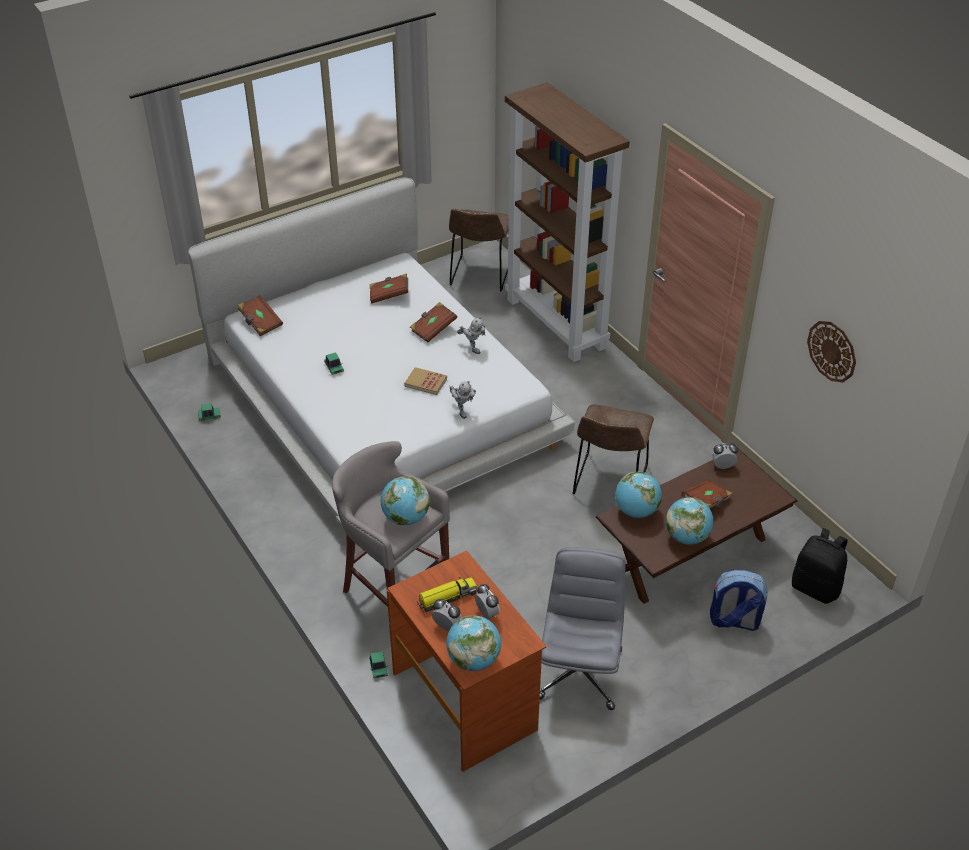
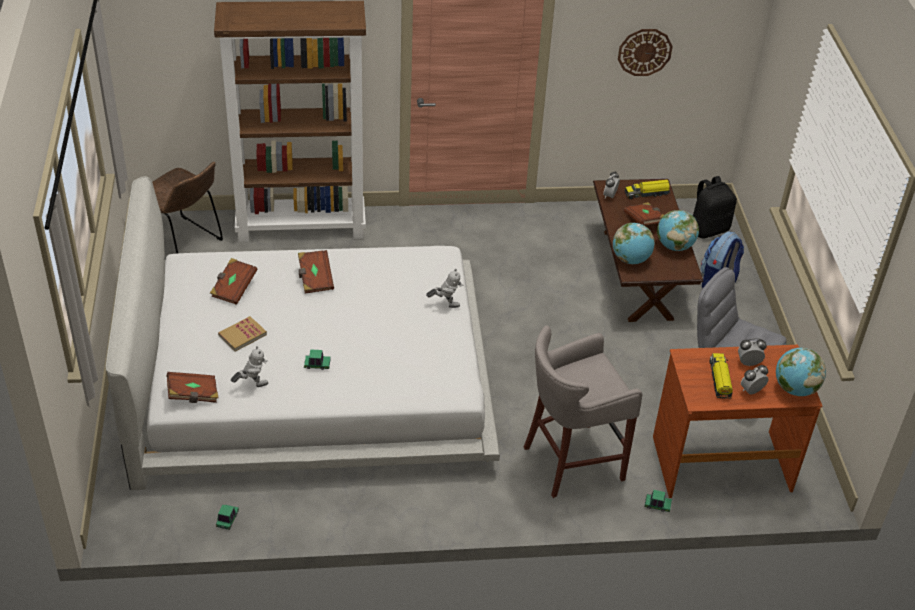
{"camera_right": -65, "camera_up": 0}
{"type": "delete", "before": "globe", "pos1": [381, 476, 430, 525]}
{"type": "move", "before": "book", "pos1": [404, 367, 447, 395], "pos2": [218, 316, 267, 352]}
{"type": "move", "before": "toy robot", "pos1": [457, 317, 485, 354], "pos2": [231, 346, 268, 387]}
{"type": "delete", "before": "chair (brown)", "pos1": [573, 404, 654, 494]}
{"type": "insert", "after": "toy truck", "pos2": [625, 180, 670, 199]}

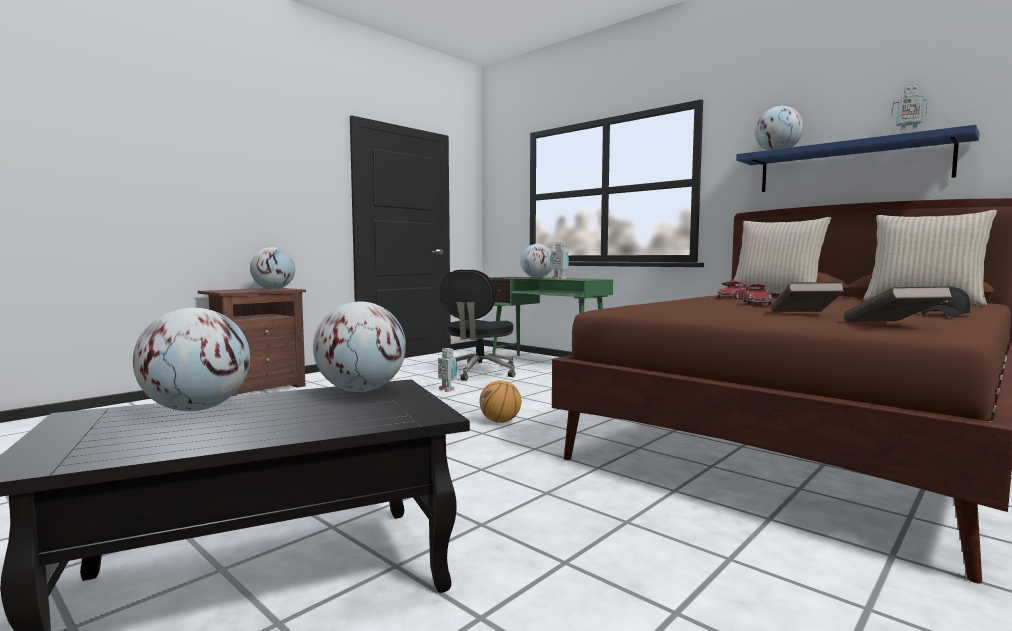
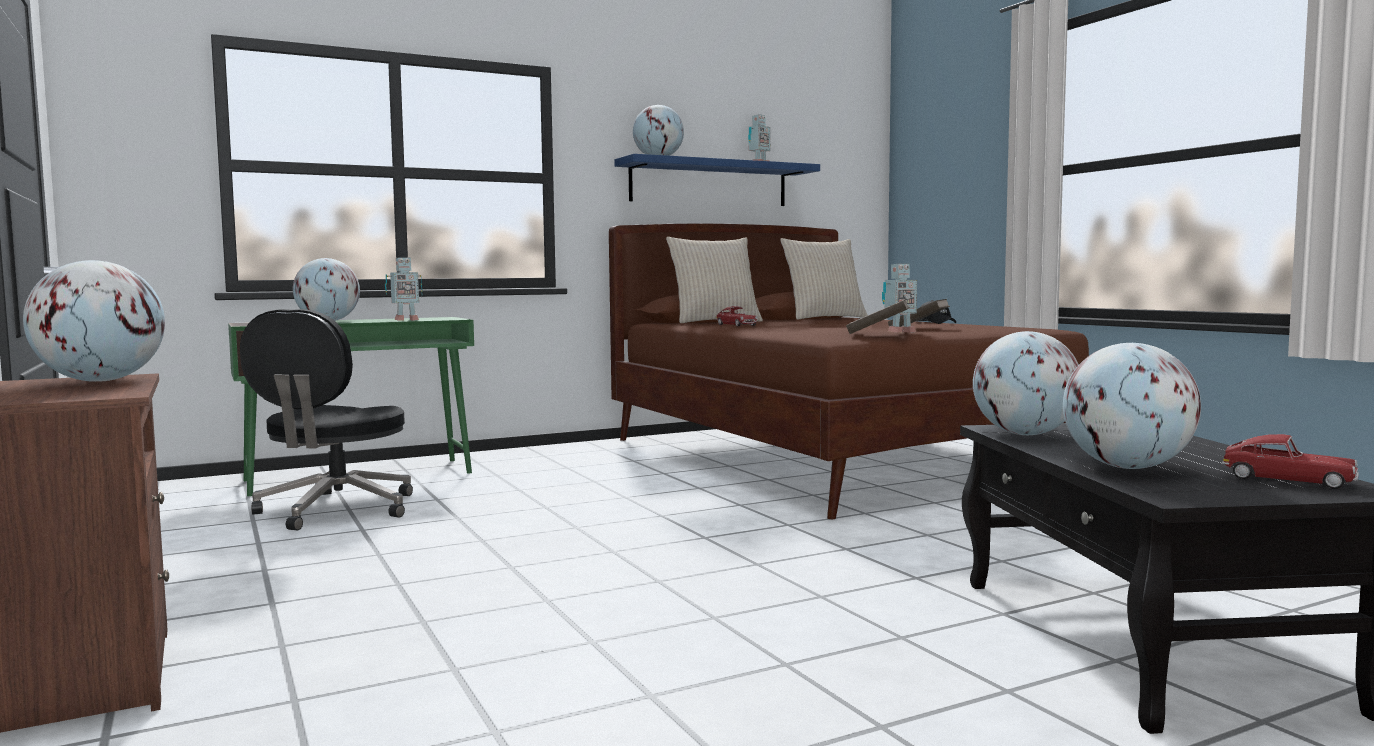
{"camera_right": -70, "camera_up": 0}
{"type": "move", "before": "toy robot", "pos1": [438, 348, 457, 392], "pos2": [882, 264, 917, 333]}
{"type": "rotate", "before": "office chair (black)", "pos1": [440, 270, 515, 381], "pos2": [240, 309, 413, 530], "turn": 60}
{"type": "delete", "before": "basketball", "pos1": [479, 380, 521, 423]}
{"type": "move", "before": "toy car", "pos1": [743, 283, 772, 305], "pos2": [1222, 434, 1359, 489]}
{"type": "move", "before": "book (brown)", "pos1": [844, 286, 954, 322], "pos2": [846, 299, 910, 334]}

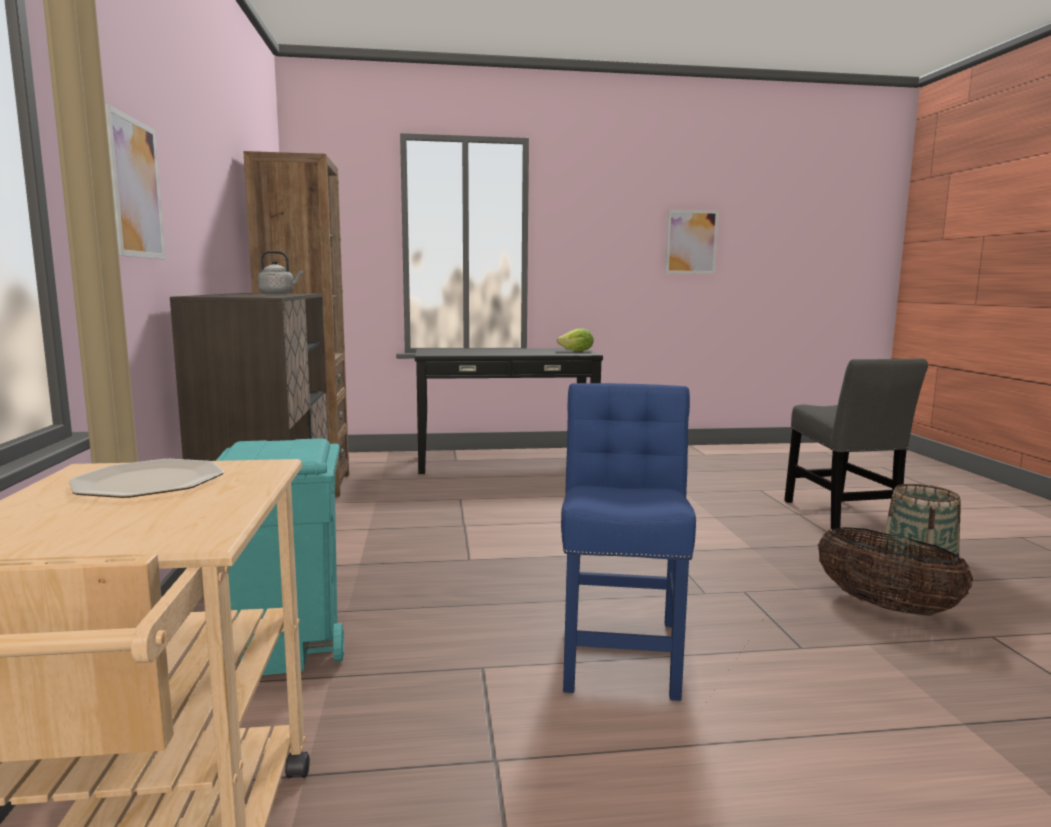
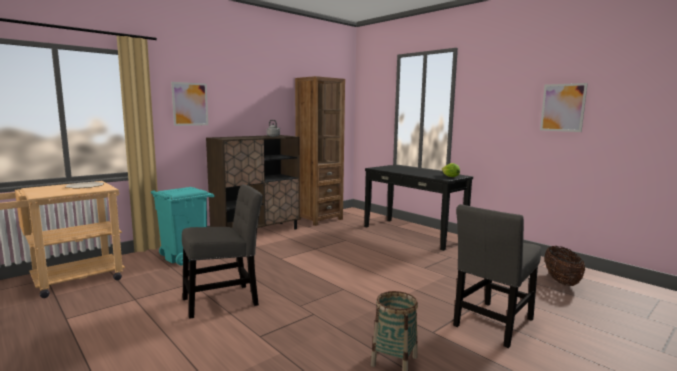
{"camera_right": 55, "camera_up": 0}
{"type": "recolor", "before": "chair (blue)", "after": "chair (grey)", "pos1": [561, 383, 696, 701], "pos2": [182, 184, 263, 319]}
{"type": "move", "before": "basket", "pos1": [818, 527, 973, 616], "pos2": [545, 246, 585, 286]}

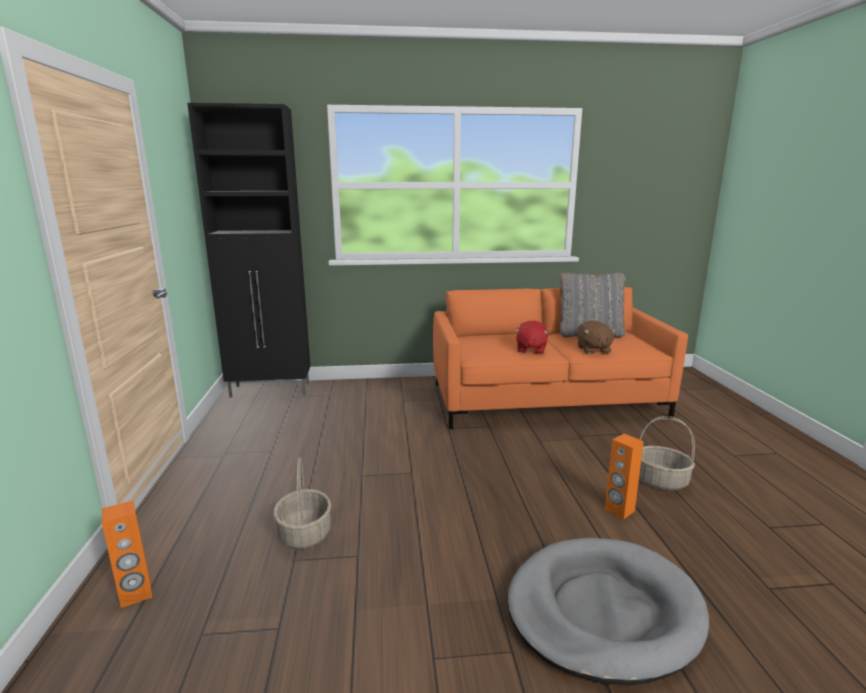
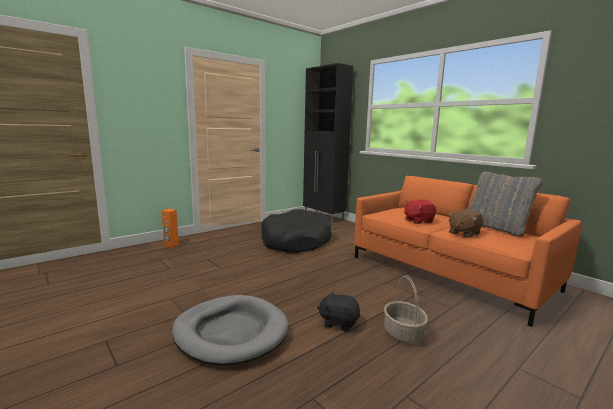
{"camera_right": 55, "camera_up": -5}
{"type": "delete", "before": "basket", "pos1": [273, 457, 331, 549]}
{"type": "replace", "before": "speaker (orange)", "after": "plush toy (black)", "pos1": [604, 434, 644, 519], "pos2": [317, 292, 360, 331]}
{"type": "insert", "after": "dog bed (black)", "pos2": [261, 209, 332, 253]}

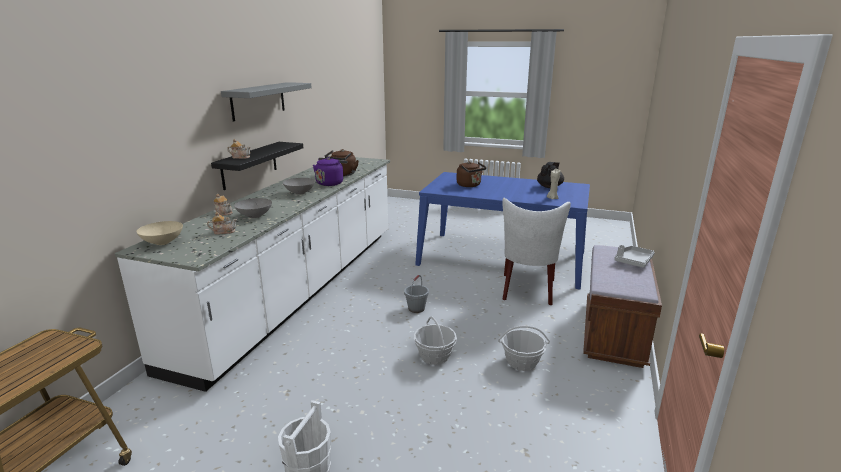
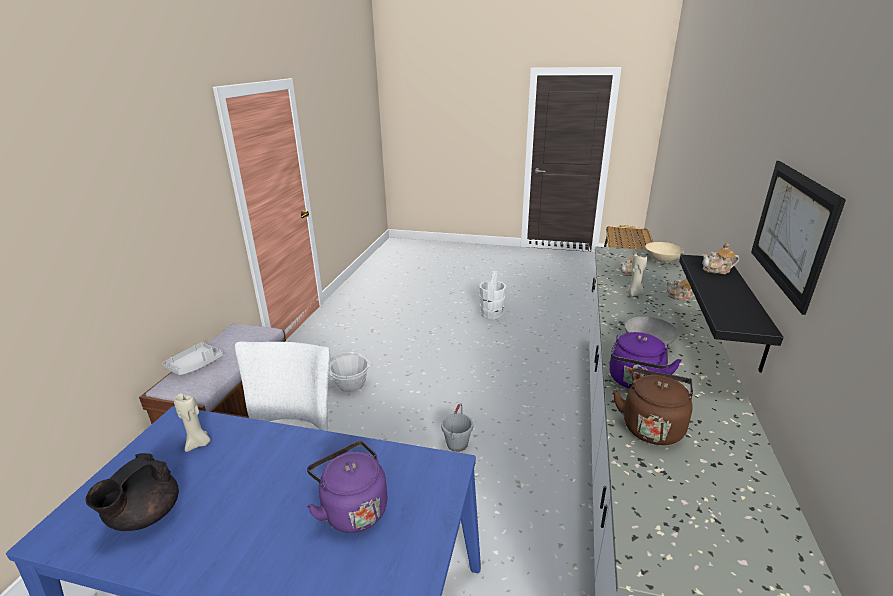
{"camera_right": 175, "camera_up": 5}
{"type": "replace", "before": "shelf (grey)", "after": "picture", "pos1": [221, 82, 312, 122], "pos2": [751, 161, 846, 315]}
{"type": "replace", "before": "bowl (grey)", "after": "candle (beige)", "pos1": [234, 198, 272, 218], "pos2": [626, 254, 647, 296]}
{"type": "delete", "before": "basket", "pos1": [414, 316, 457, 365]}
{"type": "recolor", "before": "kettle (brown)", "after": "kettle (purple)", "pos1": [456, 162, 486, 187], "pos2": [307, 441, 388, 533]}

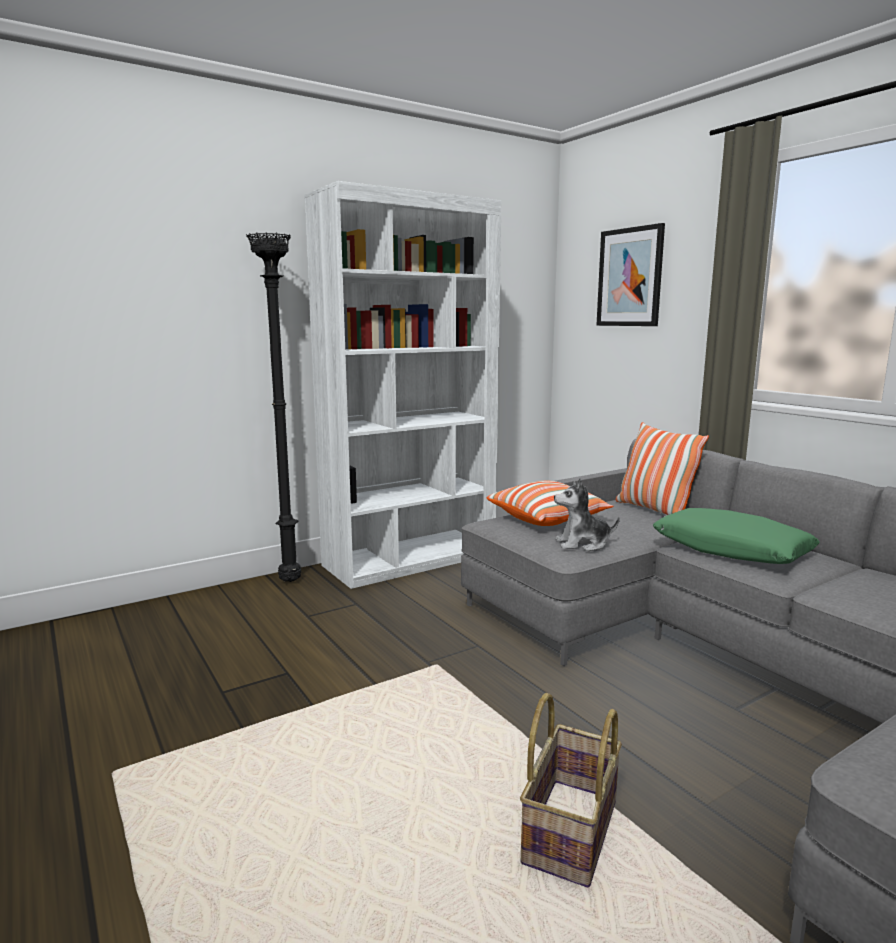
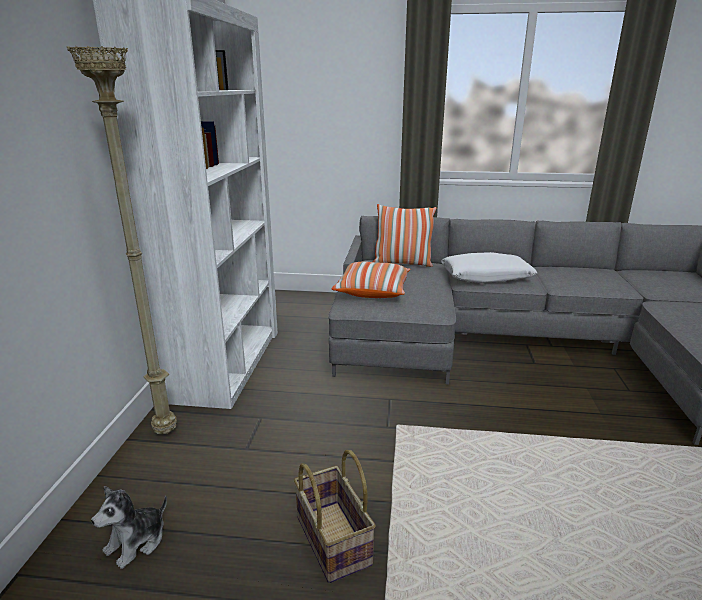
{"camera_right": -50, "camera_up": 10}
{"type": "recolor", "before": "floor lamp (black)", "after": "floor lamp (beige)", "pos1": [246, 232, 302, 582], "pos2": [66, 46, 177, 434]}
{"type": "move", "before": "basket", "pos1": [520, 693, 622, 887], "pos2": [294, 450, 376, 583]}
{"type": "move", "before": "plush toy", "pos1": [554, 478, 620, 551], "pos2": [91, 486, 167, 569]}
{"type": "delete", "before": "picture", "pos1": [596, 223, 665, 326]}
{"type": "recolor", "before": "pillow (green)", "after": "pillow (white)", "pos1": [653, 508, 820, 564], "pos2": [441, 252, 537, 283]}

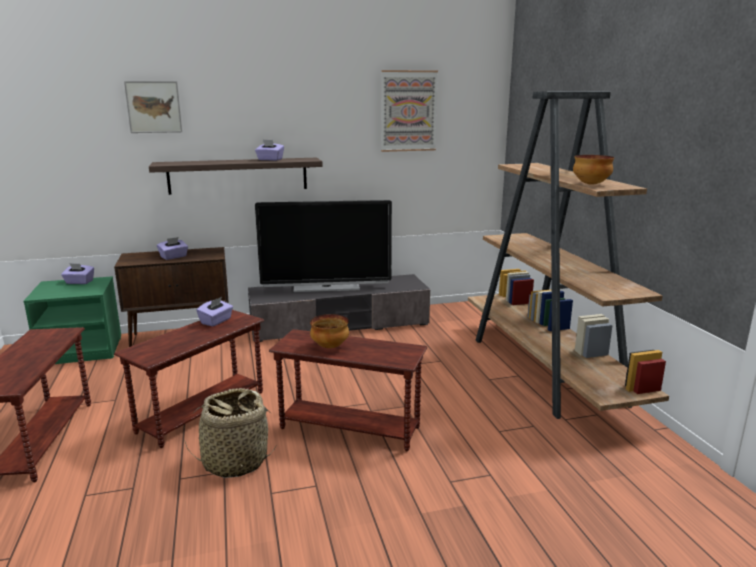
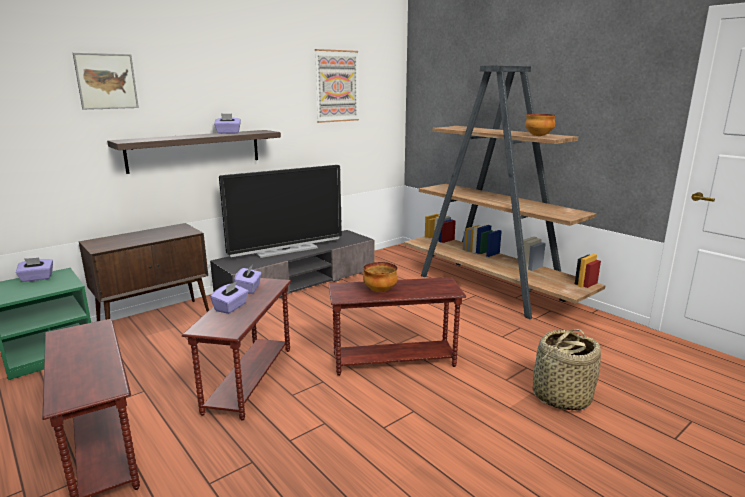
{"camera_right": -25, "camera_up": 0}
{"type": "move", "before": "tissue box (purple)", "pos1": [157, 237, 188, 260], "pos2": [210, 281, 249, 314]}
{"type": "move", "before": "basket", "pos1": [184, 388, 276, 478], "pos2": [532, 329, 601, 410]}

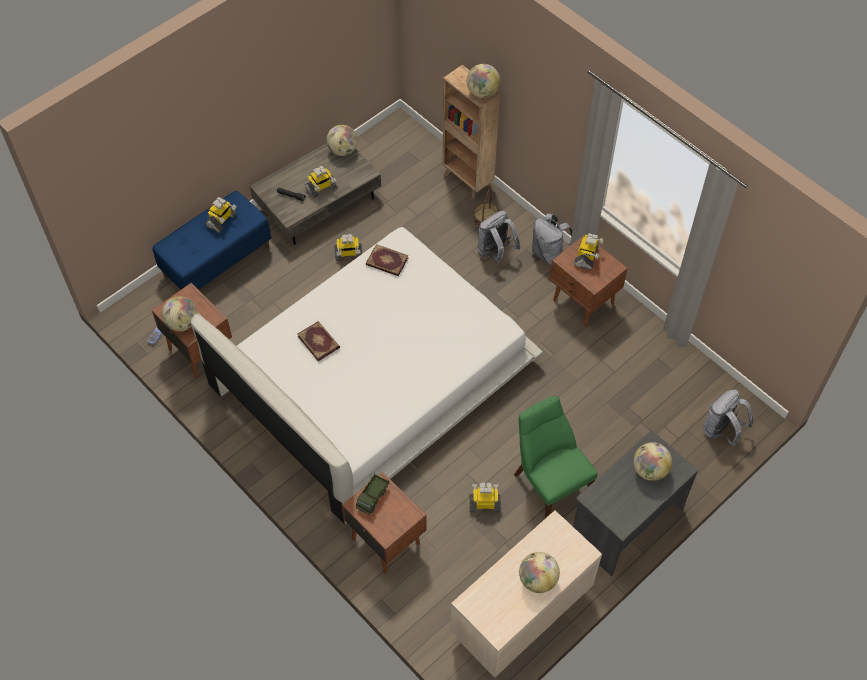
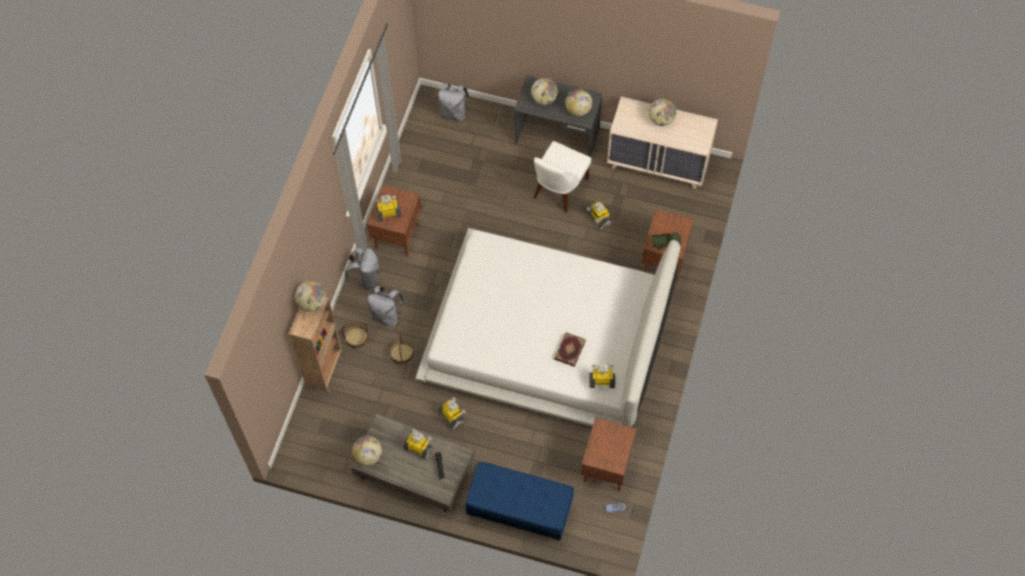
{"camera_right": -120, "camera_up": 5}
{"type": "move", "before": "globe", "pos1": [162, 296, 197, 331], "pos2": [565, 89, 592, 116]}
{"type": "move", "before": "toy robot", "pos1": [205, 197, 237, 233], "pos2": [589, 364, 615, 388]}
{"type": "delete", "before": "book", "pos1": [366, 244, 409, 276]}
{"type": "recolor", "before": "chair (green)", "after": "chair (white)", "pos1": [514, 396, 598, 518], "pos2": [534, 141, 591, 213]}
{"type": "insert", "after": "basket", "pos2": [389, 331, 414, 365]}

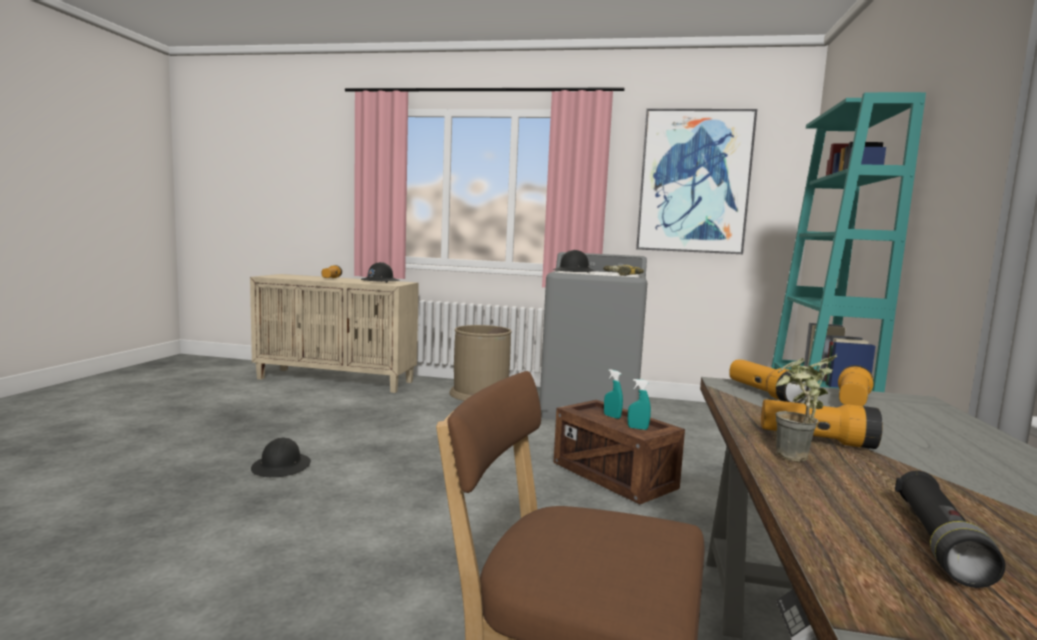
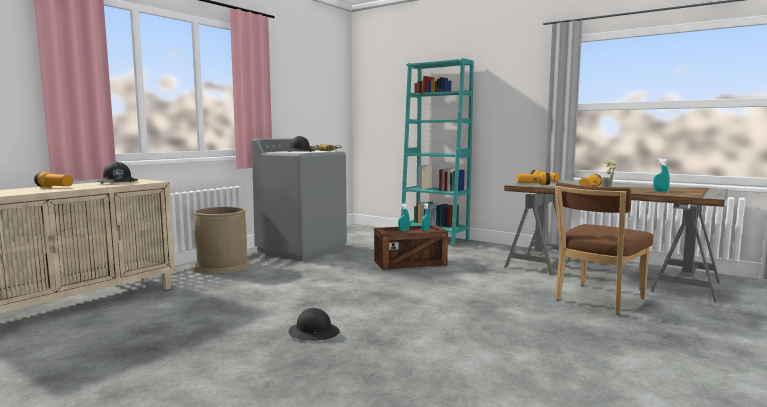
{"camera_right": -65, "camera_up": 0}
{"type": "delete", "before": "picture", "pos1": [636, 109, 757, 254]}
{"type": "replace", "before": "flashlight (black)", "after": "spray bottle (turquoise)", "pos1": [895, 471, 1006, 588], "pos2": [653, 158, 670, 192]}

